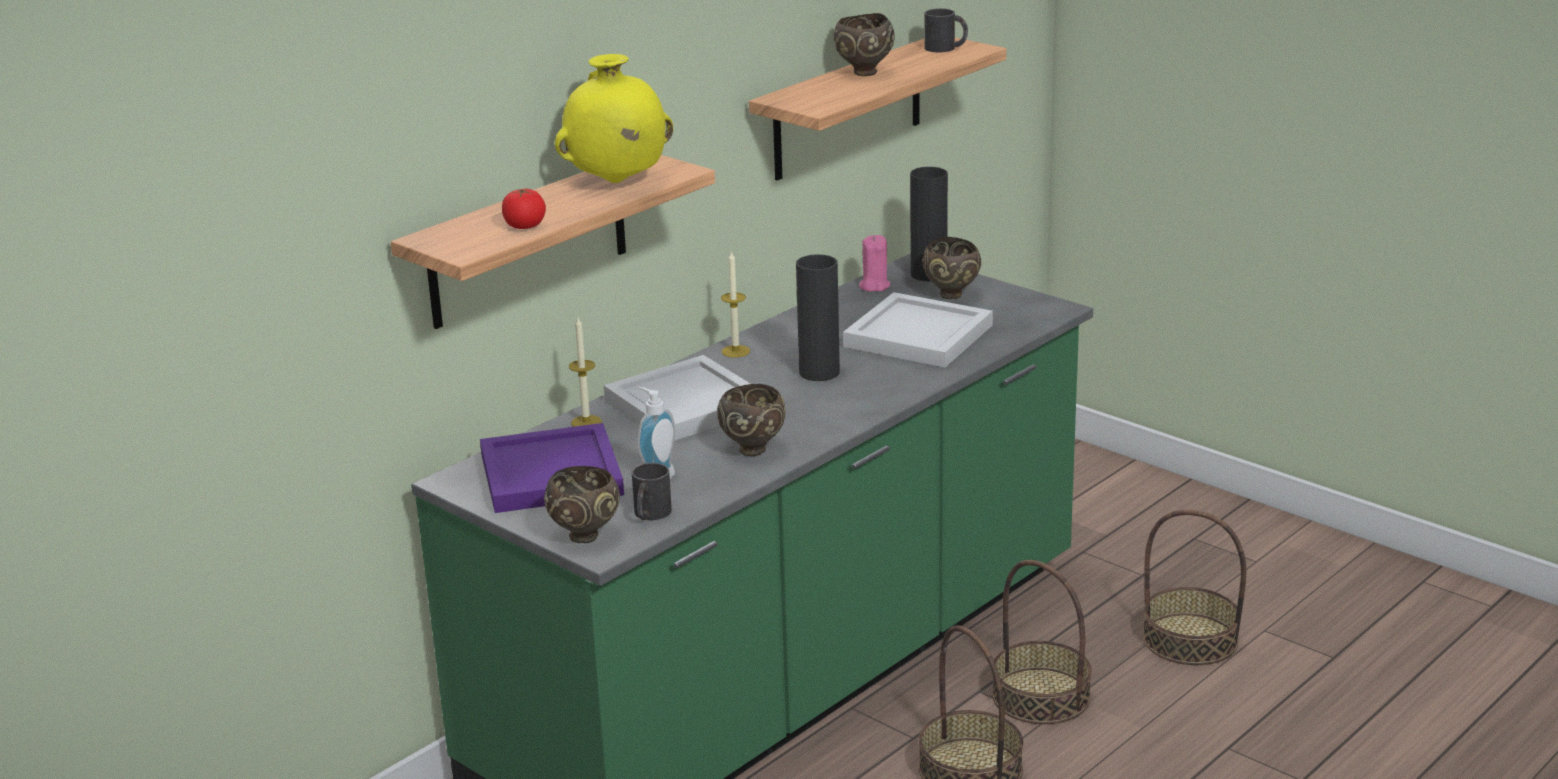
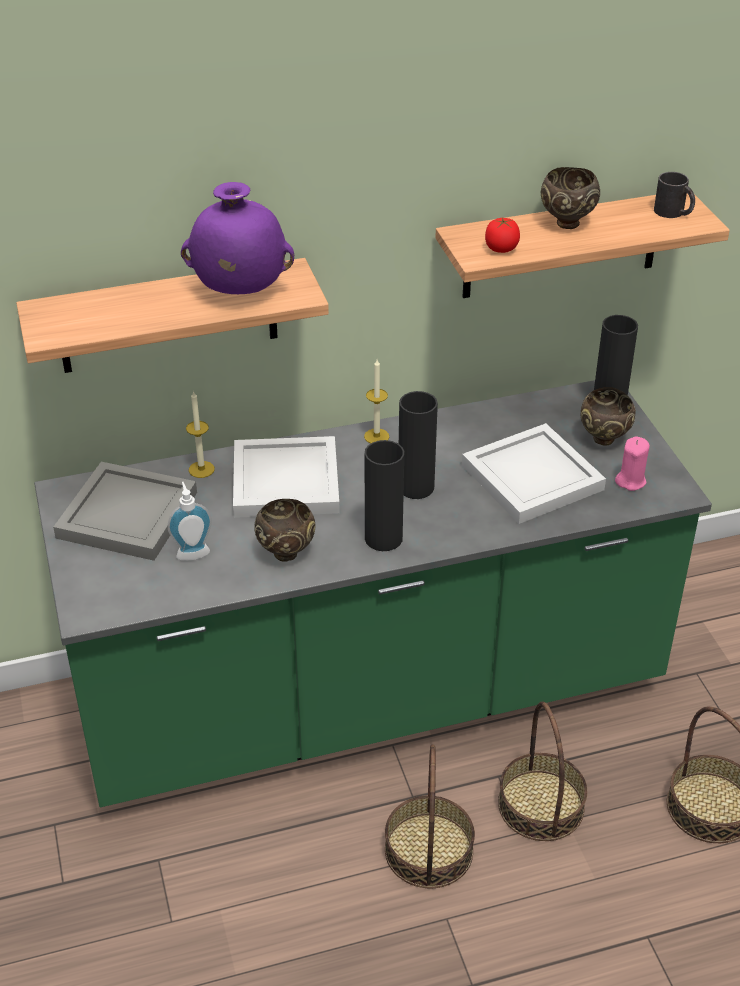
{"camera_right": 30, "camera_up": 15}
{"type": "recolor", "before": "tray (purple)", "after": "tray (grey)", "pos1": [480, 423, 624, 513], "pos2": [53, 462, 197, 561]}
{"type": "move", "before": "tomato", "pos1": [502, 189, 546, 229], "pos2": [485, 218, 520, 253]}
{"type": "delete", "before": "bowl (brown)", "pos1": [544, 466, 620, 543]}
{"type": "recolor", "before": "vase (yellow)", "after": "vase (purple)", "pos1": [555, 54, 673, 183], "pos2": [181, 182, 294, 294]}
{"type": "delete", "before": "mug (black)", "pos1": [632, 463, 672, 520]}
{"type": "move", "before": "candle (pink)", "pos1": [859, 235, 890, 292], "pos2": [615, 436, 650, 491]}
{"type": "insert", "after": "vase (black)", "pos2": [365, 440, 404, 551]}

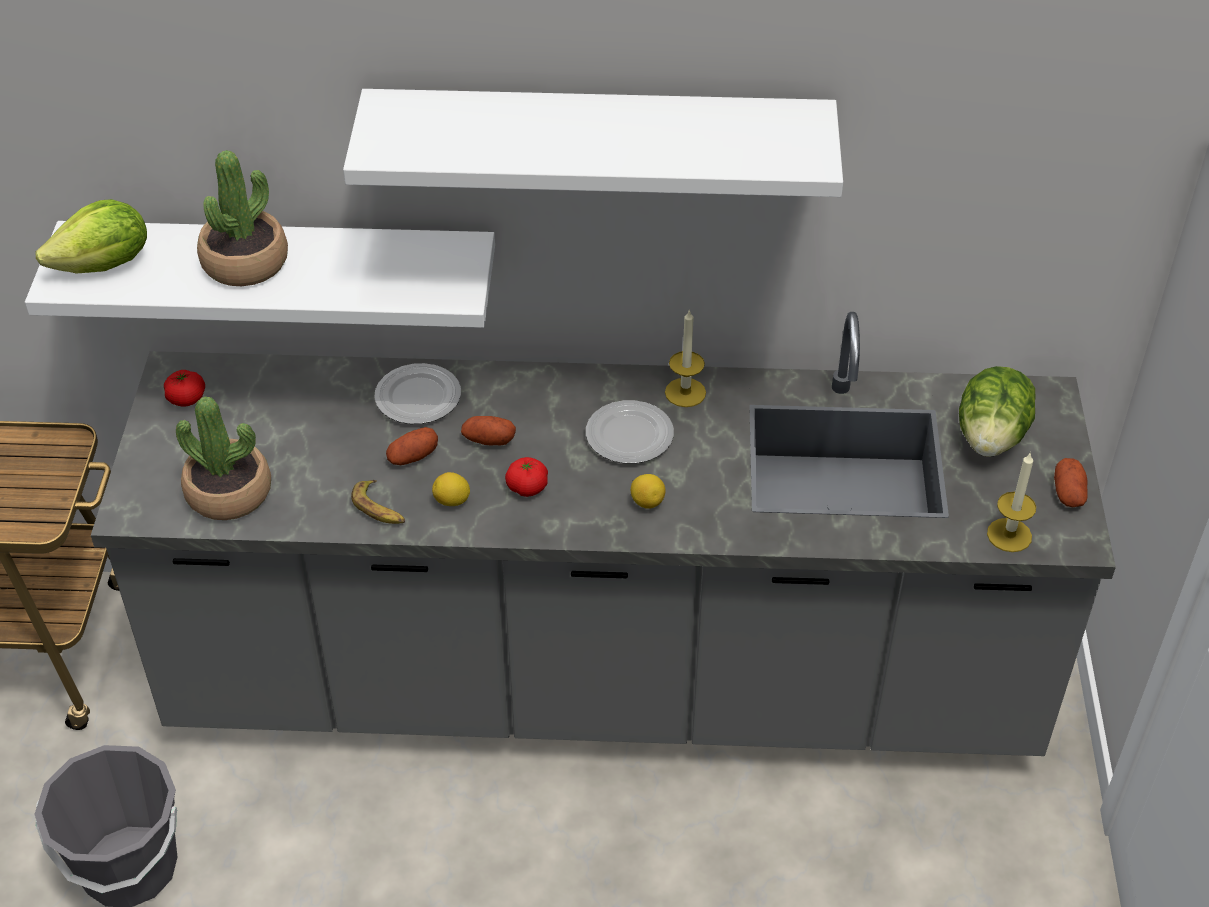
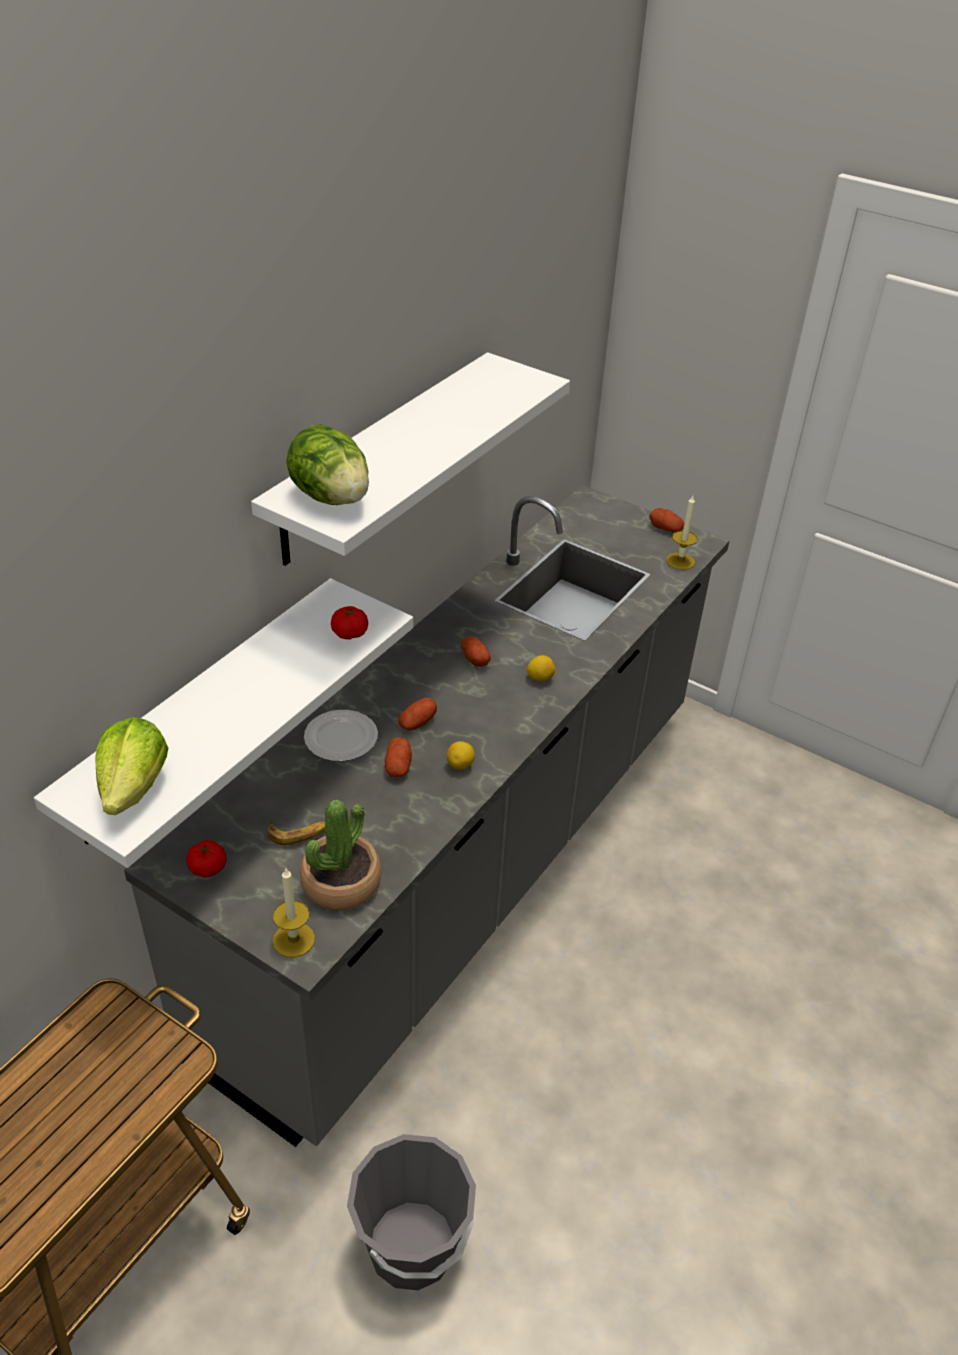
{"camera_right": -60, "camera_up": -5}
{"type": "delete", "before": "potted plant", "pos1": [197, 150, 288, 286]}
{"type": "move", "before": "banana", "pos1": [351, 480, 405, 524], "pos2": [267, 821, 325, 845]}
{"type": "move", "before": "tomato", "pos1": [505, 457, 548, 497], "pos2": [331, 606, 368, 639]}
{"type": "replace", "before": "plate", "after": "potato", "pos1": [586, 400, 674, 464], "pos2": [461, 636, 491, 667]}
{"type": "move", "before": "candle", "pos1": [665, 309, 706, 407], "pos2": [273, 867, 315, 957]}
{"type": "move", "before": "lettuce", "pos1": [959, 366, 1035, 457], "pos2": [286, 424, 369, 505]}

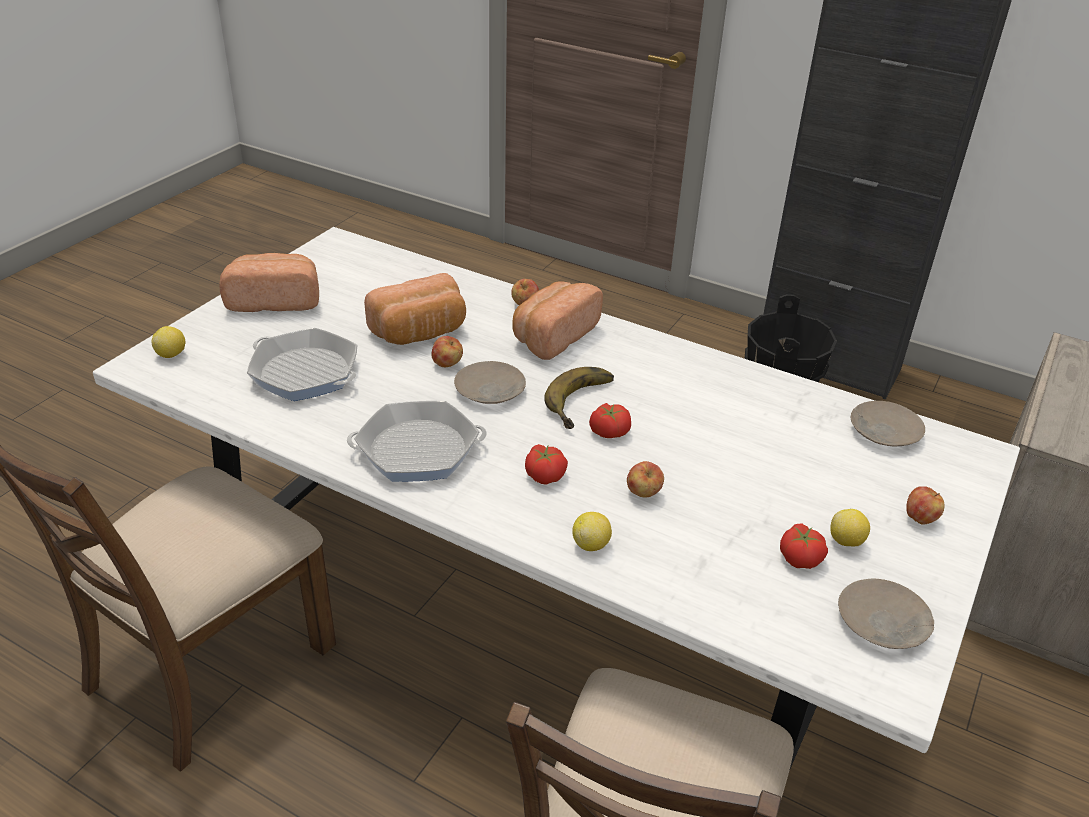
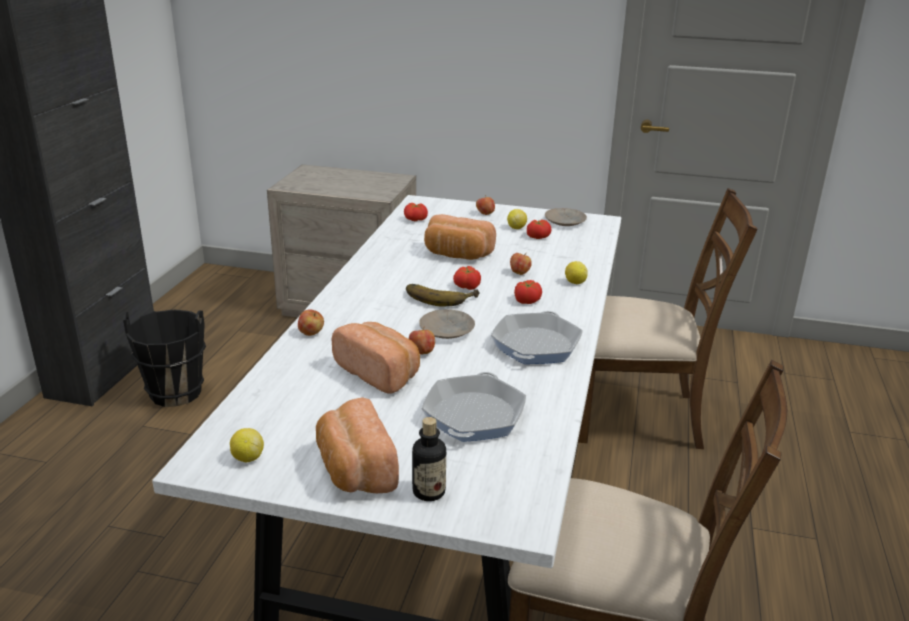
{"camera_right": -105, "camera_up": -10}
{"type": "move", "before": "lemon", "pos1": [151, 326, 185, 358], "pos2": [230, 428, 264, 462]}
{"type": "rotate", "before": "frying pan", "pos1": [347, 401, 487, 482], "pos2": [491, 311, 583, 364], "turn": -135}
{"type": "move", "before": "bread", "pos1": [512, 281, 603, 360], "pos2": [424, 214, 496, 260]}
{"type": "replace", "before": "plate (beige)", "after": "tomato", "pos1": [851, 401, 925, 447], "pos2": [404, 203, 428, 221]}
{"type": "insert", "after": "bottle", "pos2": [412, 417, 446, 501]}

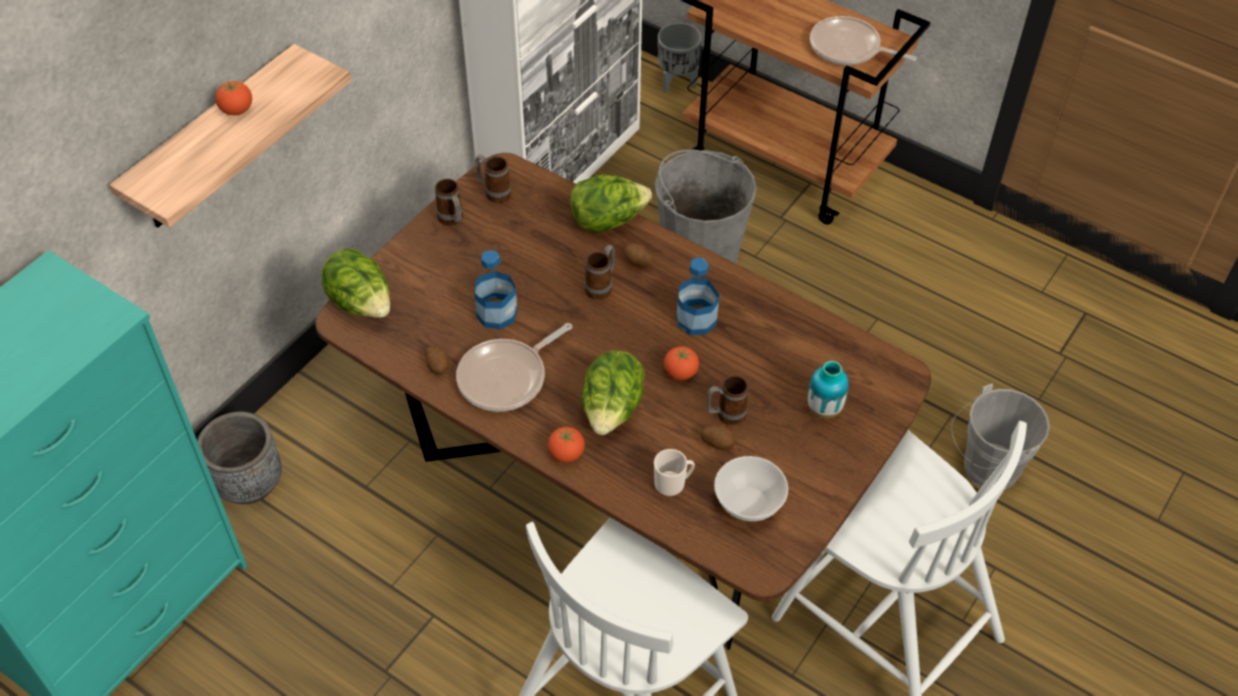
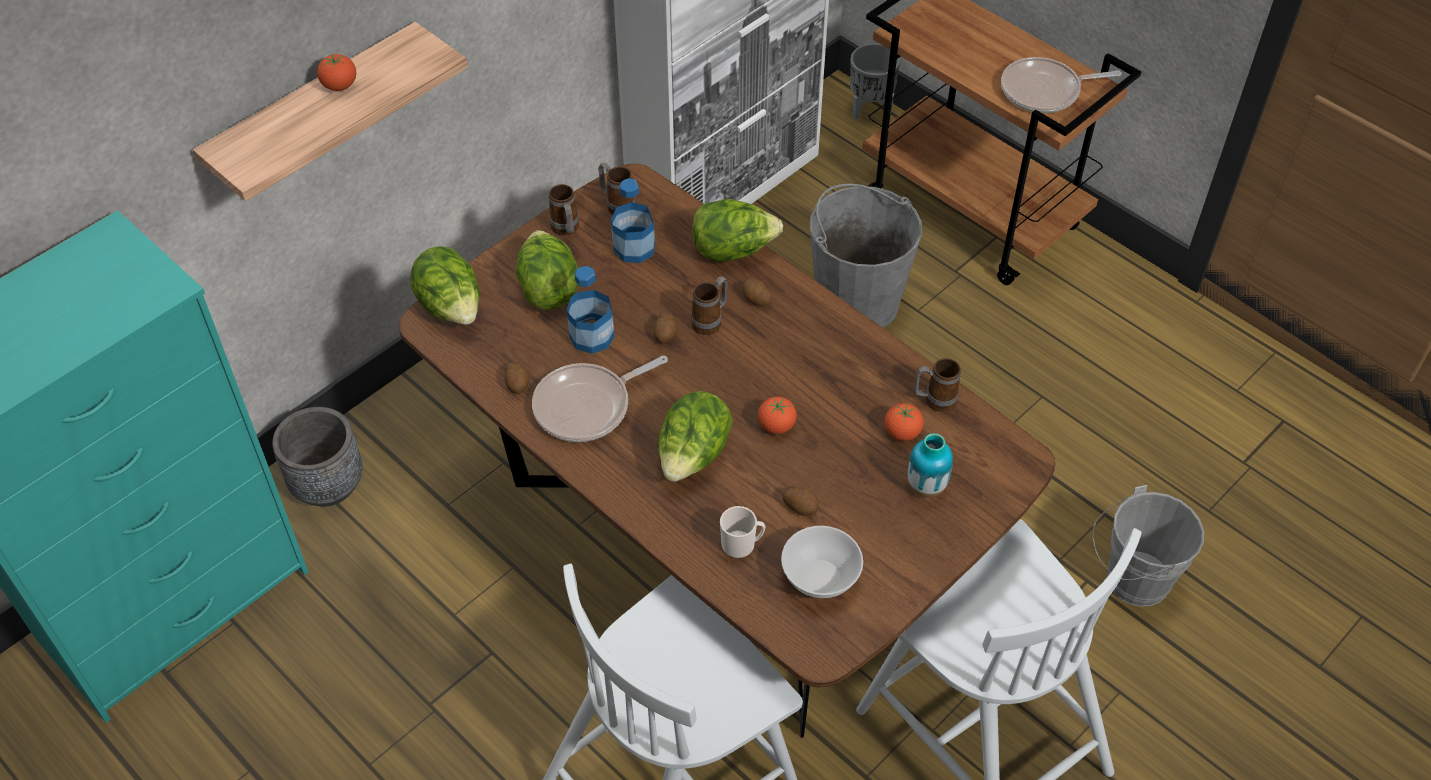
{"camera_right": 10, "camera_up": 0}
{"type": "move", "before": "tomato", "pos1": [548, 427, 585, 462], "pos2": [884, 403, 924, 441]}
{"type": "move", "before": "bottle", "pos1": [677, 257, 720, 335], "pos2": [611, 178, 655, 263]}
{"type": "move", "before": "mug", "pos1": [707, 376, 748, 426], "pos2": [915, 358, 961, 412]}
{"type": "rotate", "before": "frying pan", "pos1": [810, 16, 917, 65], "pos2": [1001, 57, 1122, 113], "turn": -45}
{"type": "insert", "after": "lettuce", "pos2": [516, 230, 578, 310]}
{"type": "insert", "after": "potato", "pos2": [653, 312, 678, 343]}

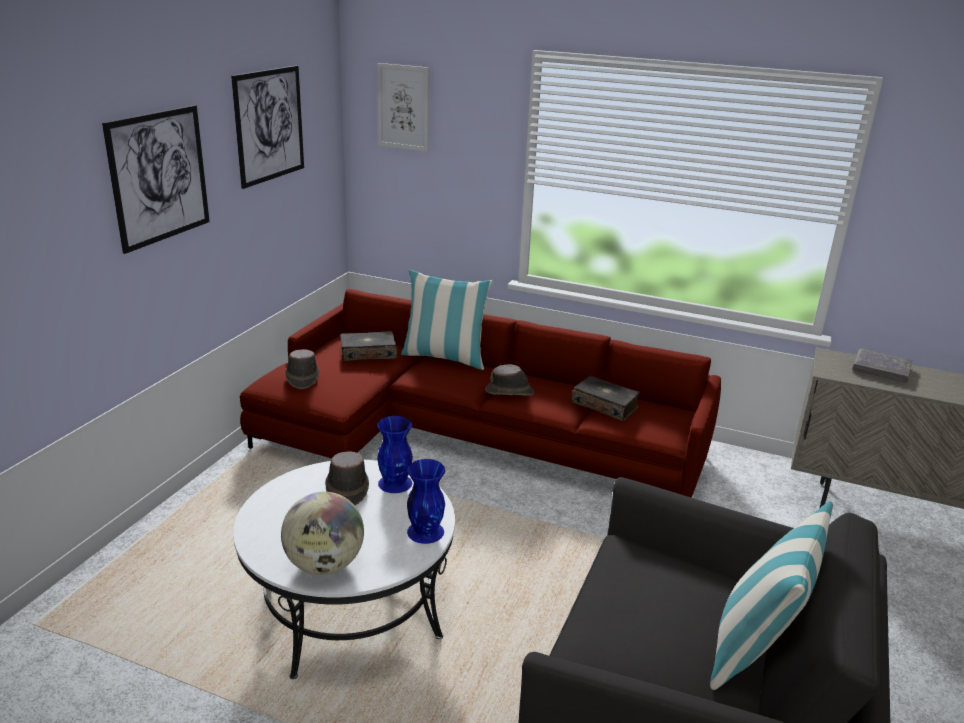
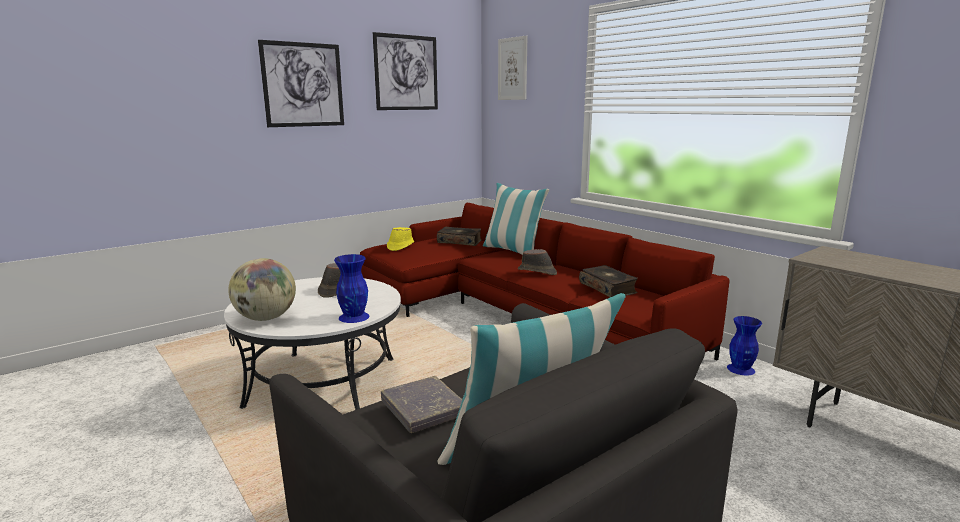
{"camera_right": 30, "camera_up": -10}
{"type": "recolor", "before": "hat (brown)", "after": "hat (yellow)", "pos1": [285, 349, 319, 389], "pos2": [387, 227, 414, 251]}
{"type": "move", "before": "vase (blue)", "pos1": [377, 416, 413, 493], "pos2": [727, 316, 762, 376]}
{"type": "move", "before": "book (grey)", "pos1": [852, 349, 912, 383], "pos2": [381, 376, 462, 433]}

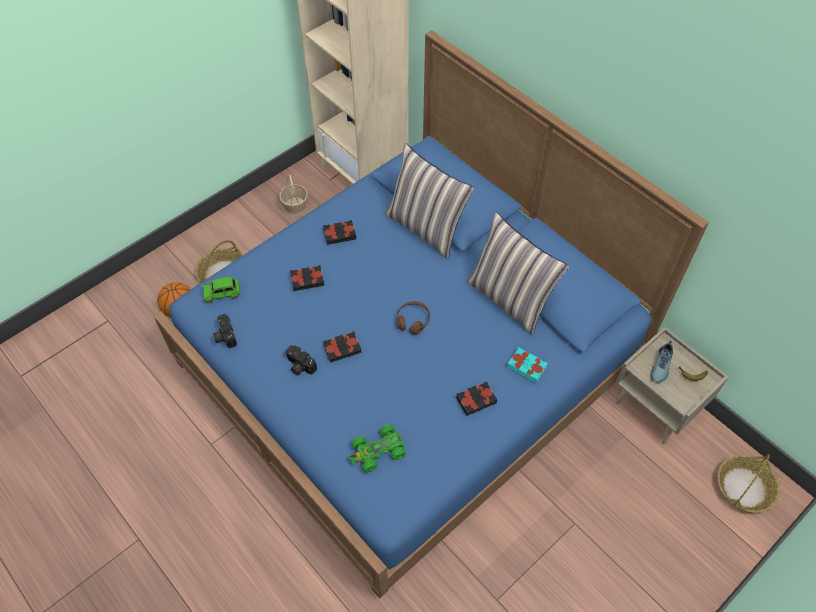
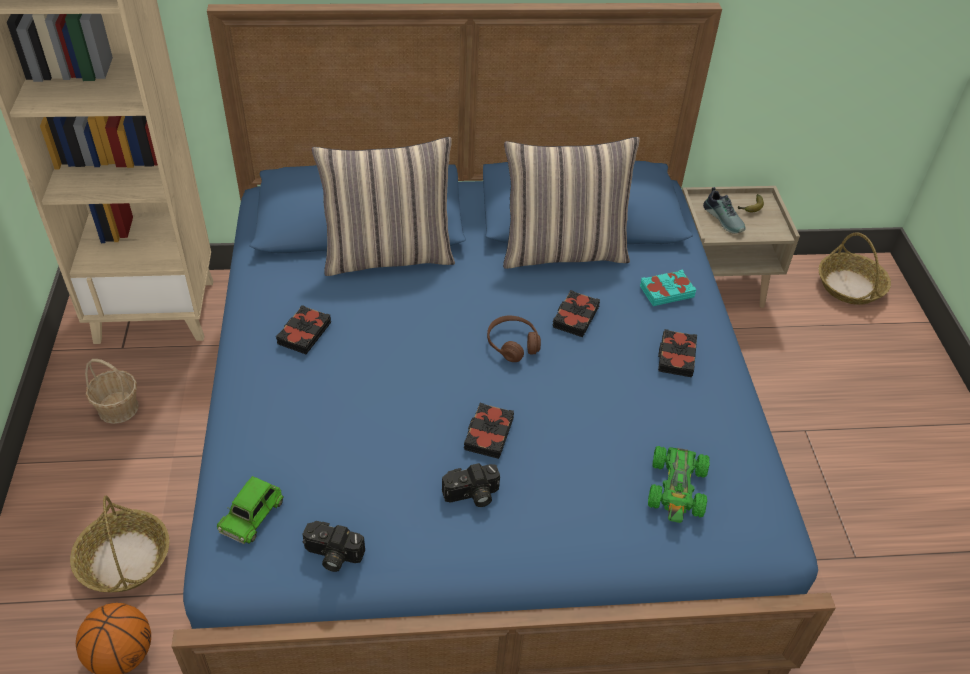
{"camera_right": -55, "camera_up": -10}
{"type": "move", "before": "book (black)", "pos1": [290, 265, 324, 291], "pos2": [552, 290, 600, 337]}

